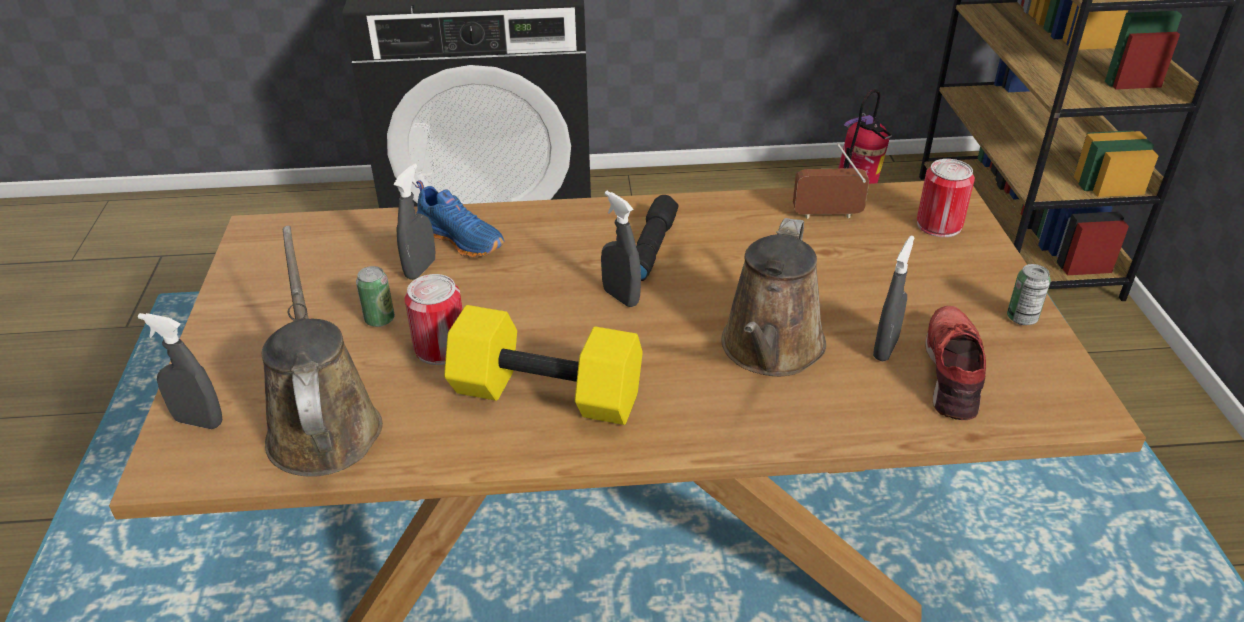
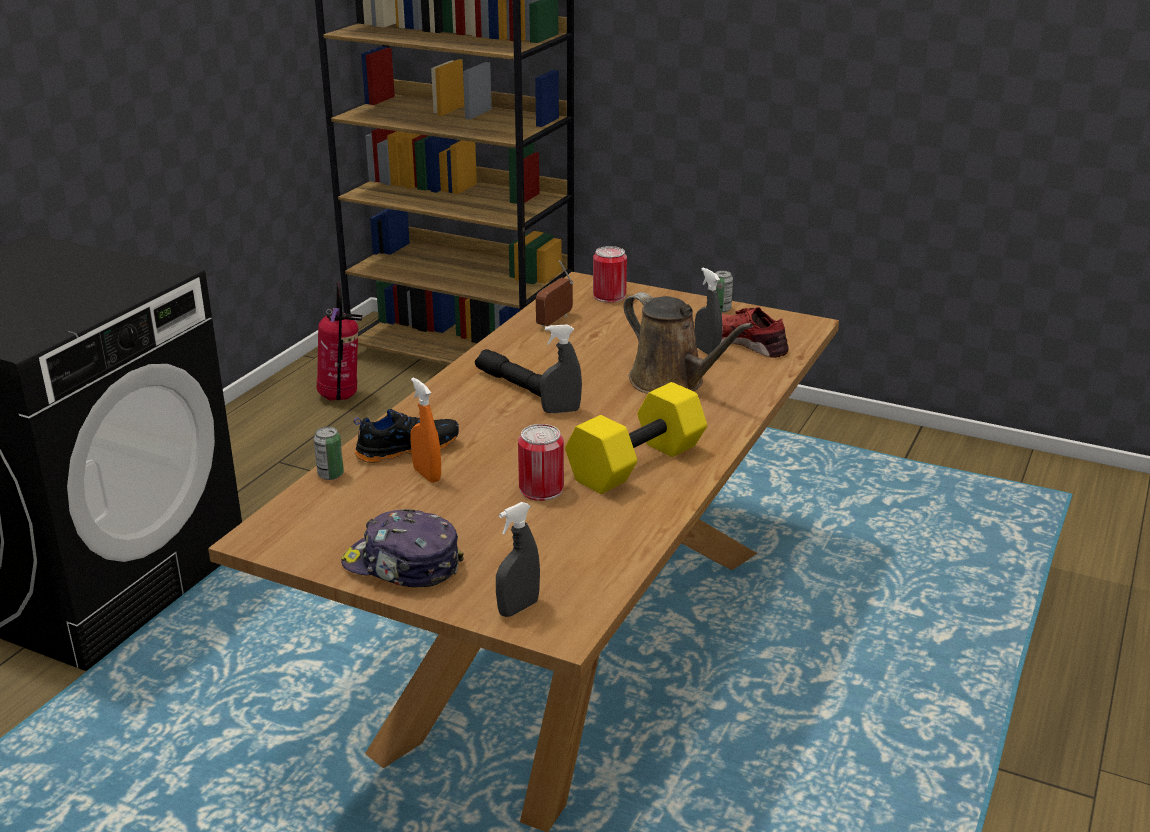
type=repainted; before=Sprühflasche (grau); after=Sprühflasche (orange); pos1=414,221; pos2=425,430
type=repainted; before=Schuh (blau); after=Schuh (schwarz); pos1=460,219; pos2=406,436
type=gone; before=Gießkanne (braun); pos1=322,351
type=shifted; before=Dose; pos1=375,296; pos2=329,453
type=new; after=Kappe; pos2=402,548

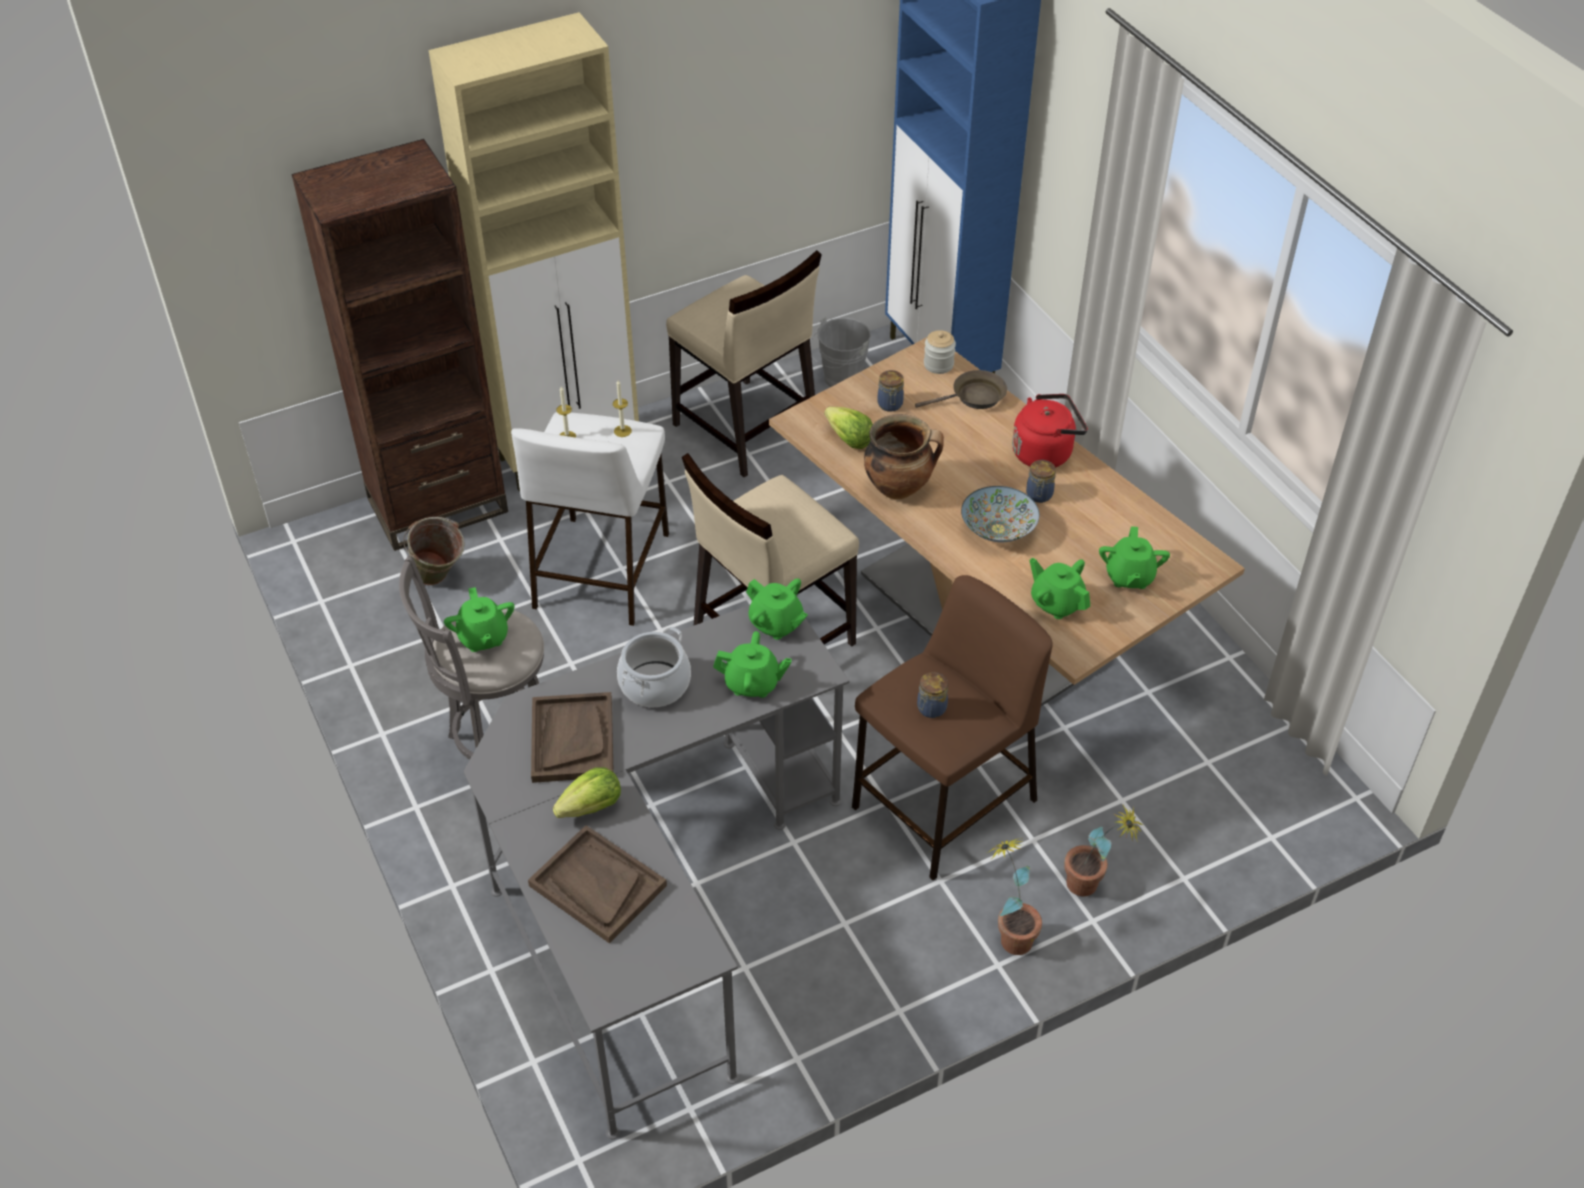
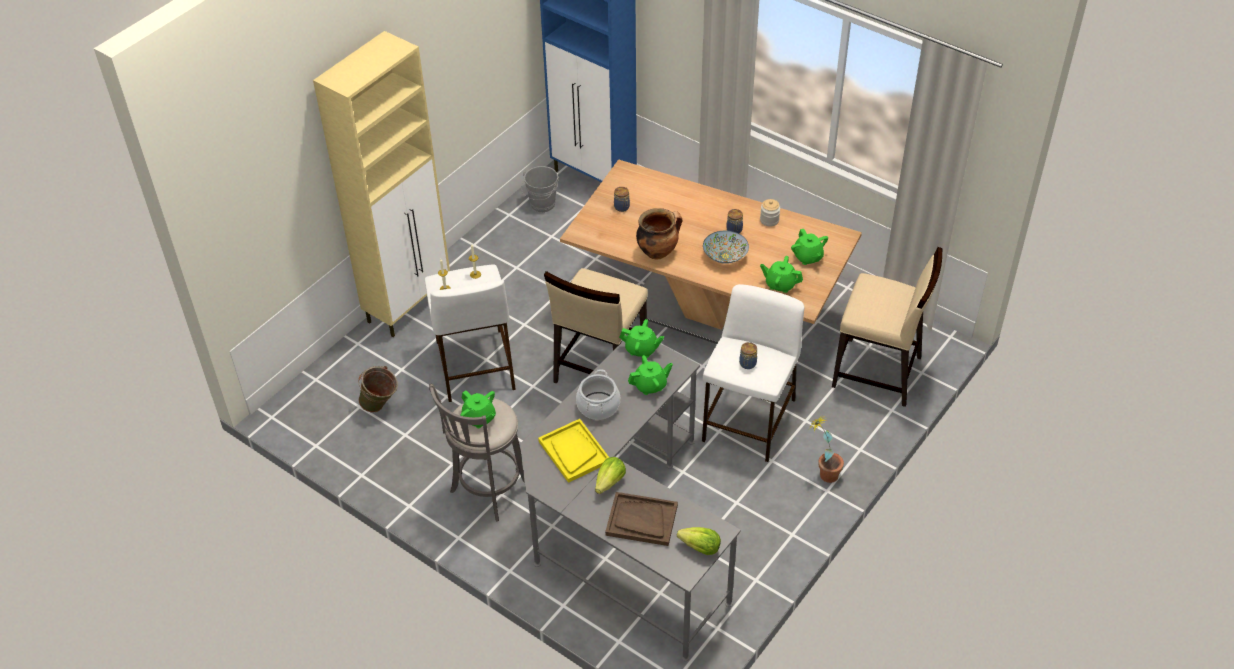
type=gone; before=Bücherregal (braun); pos1=400,345
type=shifted; before=Stuhl (beige); pos1=744,363; pos2=887,327
type=shifted; before=Vorratsglas; pos1=940,352; pos2=770,213
type=gone; before=Pfanne (braun); pos1=961,389
type=gone; before=Wasserkessel (rot); pos1=1050,430
type=shifted; before=Salatkopf; pos1=848,428; pos2=699,541
type=repainted; before=Hocker (braun); after=Hocker (weiß); pos1=952,728; pos2=753,373
type=repainted; before=Tablett (braun); after=Tablett (gelb); pos1=572,737; pos2=573,451
type=gone; before=Topfpflanze; pos1=1103,850

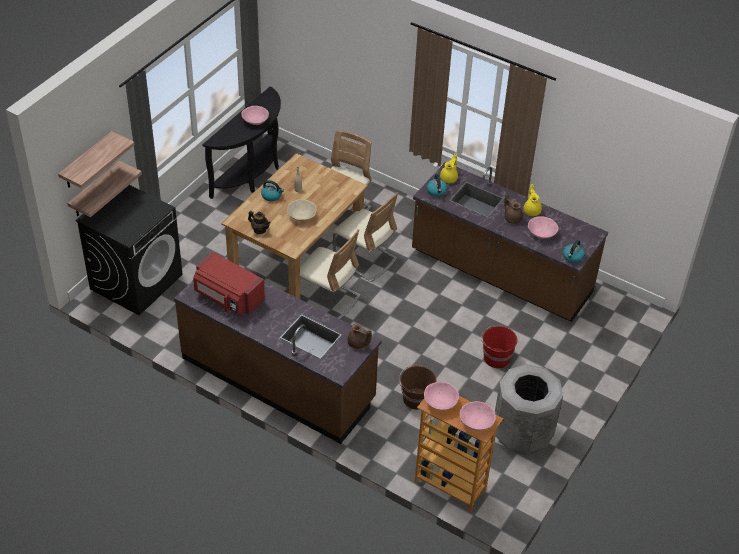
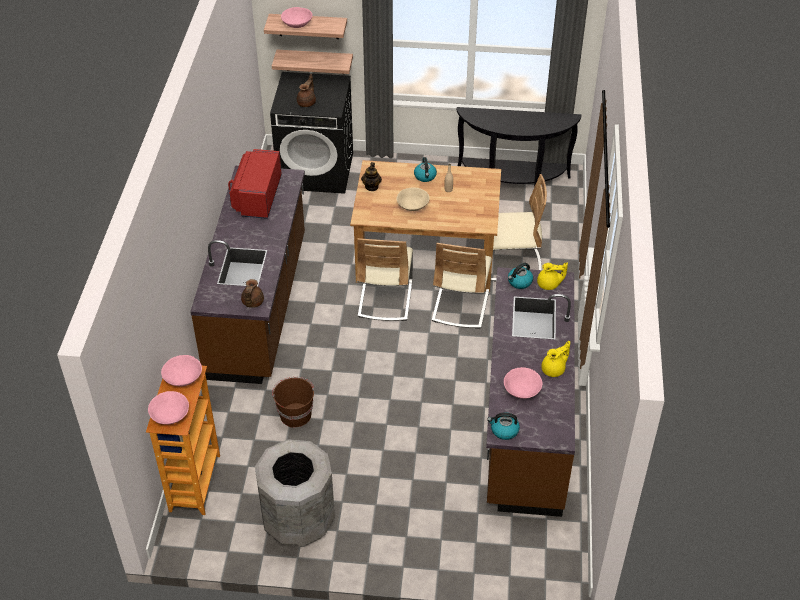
type=shifted; before=Schüssel (rosa); pos1=255,115; pos2=296,17
type=shifted; before=Teekanne (braun); pos1=513,208; pos2=306,90
type=gone; before=Eimer (rot); pos1=499,346

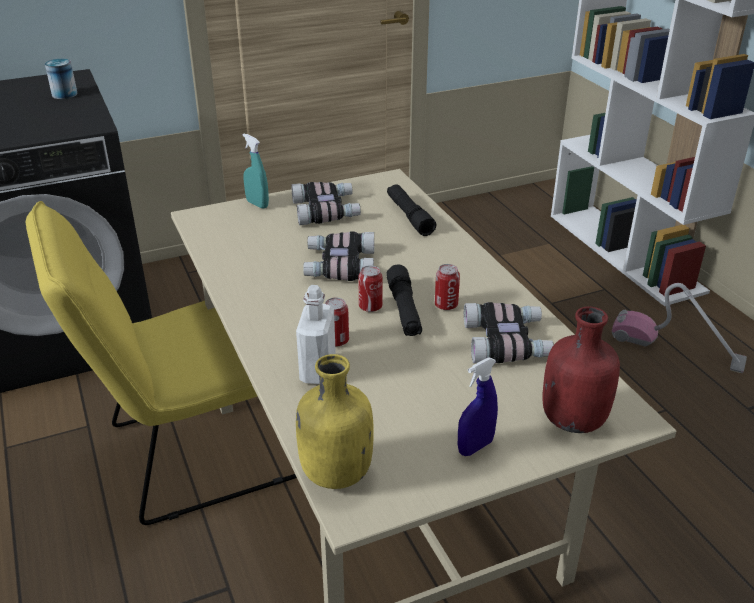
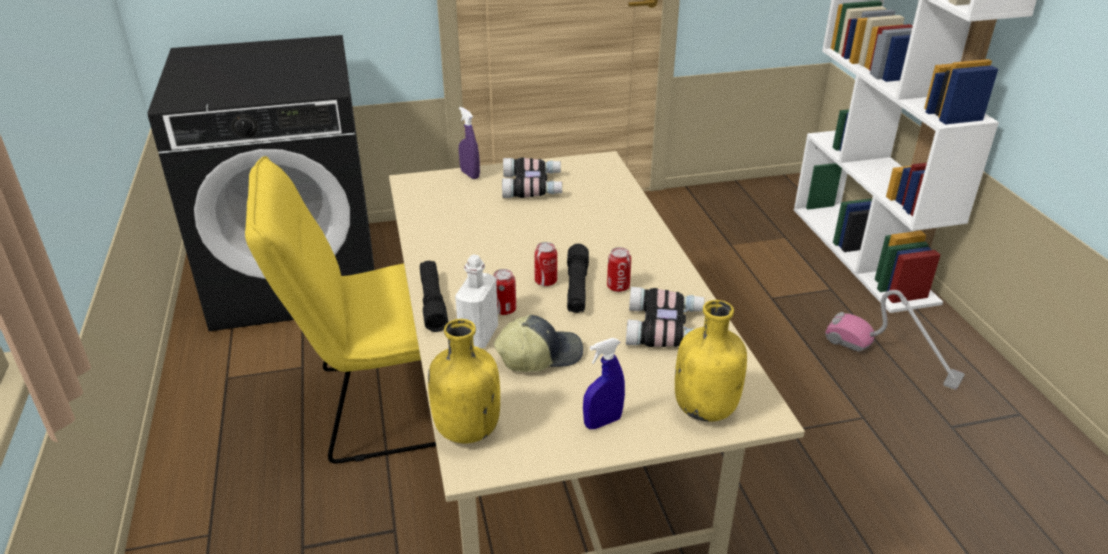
type=gone; before=Dose; pos1=61,79
type=repainted; before=Sprühflasche (türkis); after=Sprühflasche (lila); pos1=256,171; pos2=469,143
type=shifted; before=Taschenlampe (schwarz); pos1=411,210; pos2=434,296
type=gone; before=Fernglas; pos1=338,256
type=repainted; before=Flasche (rot); after=Flasche (gelb); pos1=581,369; pos2=711,361
type=new; after=Kappe; pos2=538,343

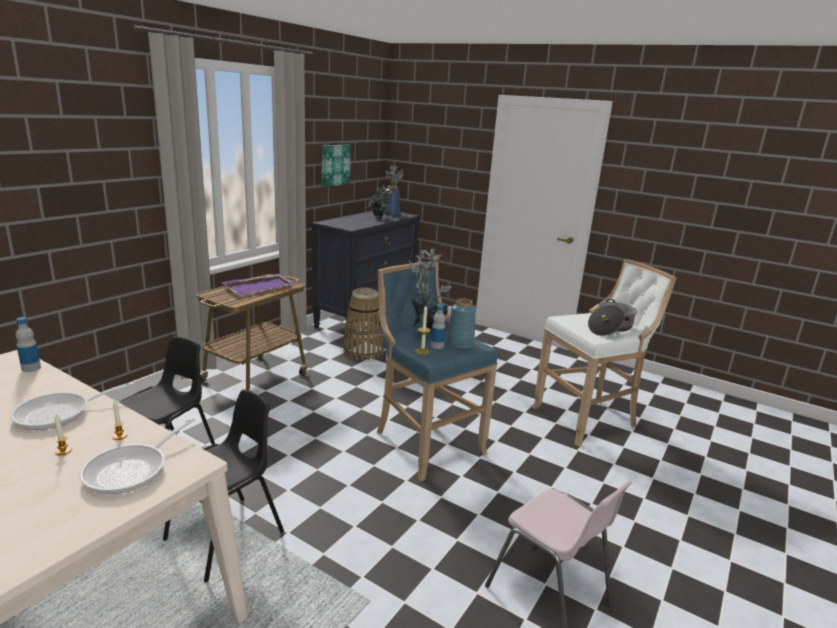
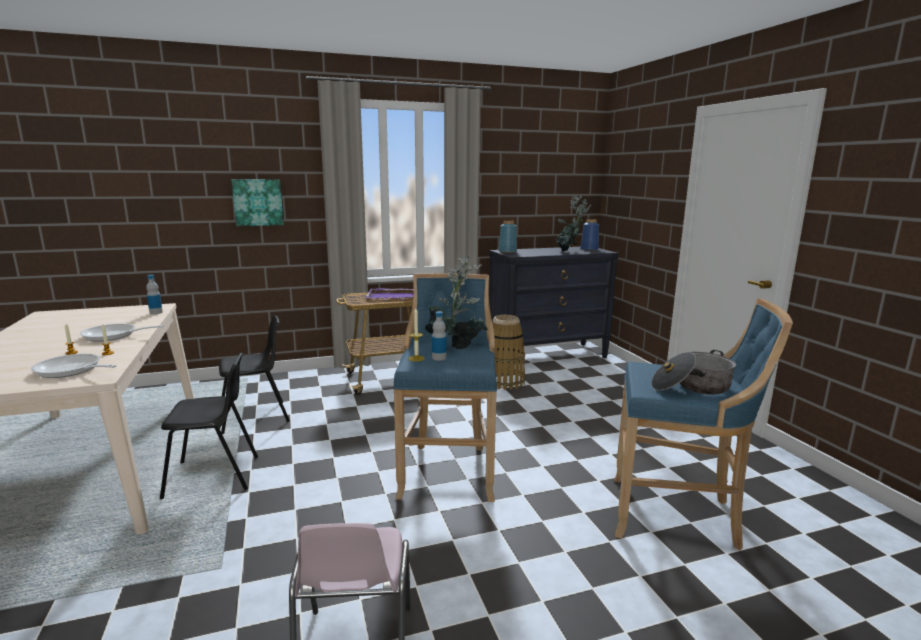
type=shifted; before=Bild; pos1=336,166; pos2=257,202
type=repainted; before=Hocker (weiß); after=Hocker (blau); pos1=604,352; pos2=703,424
type=shifted; before=Vase (blau); pos1=461,323; pos2=508,237
type=rotated; before=Pfanne; pos1=137,456; pos2=74,366; turn=45

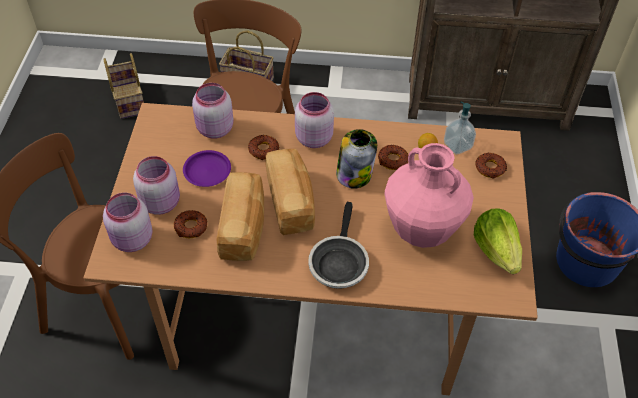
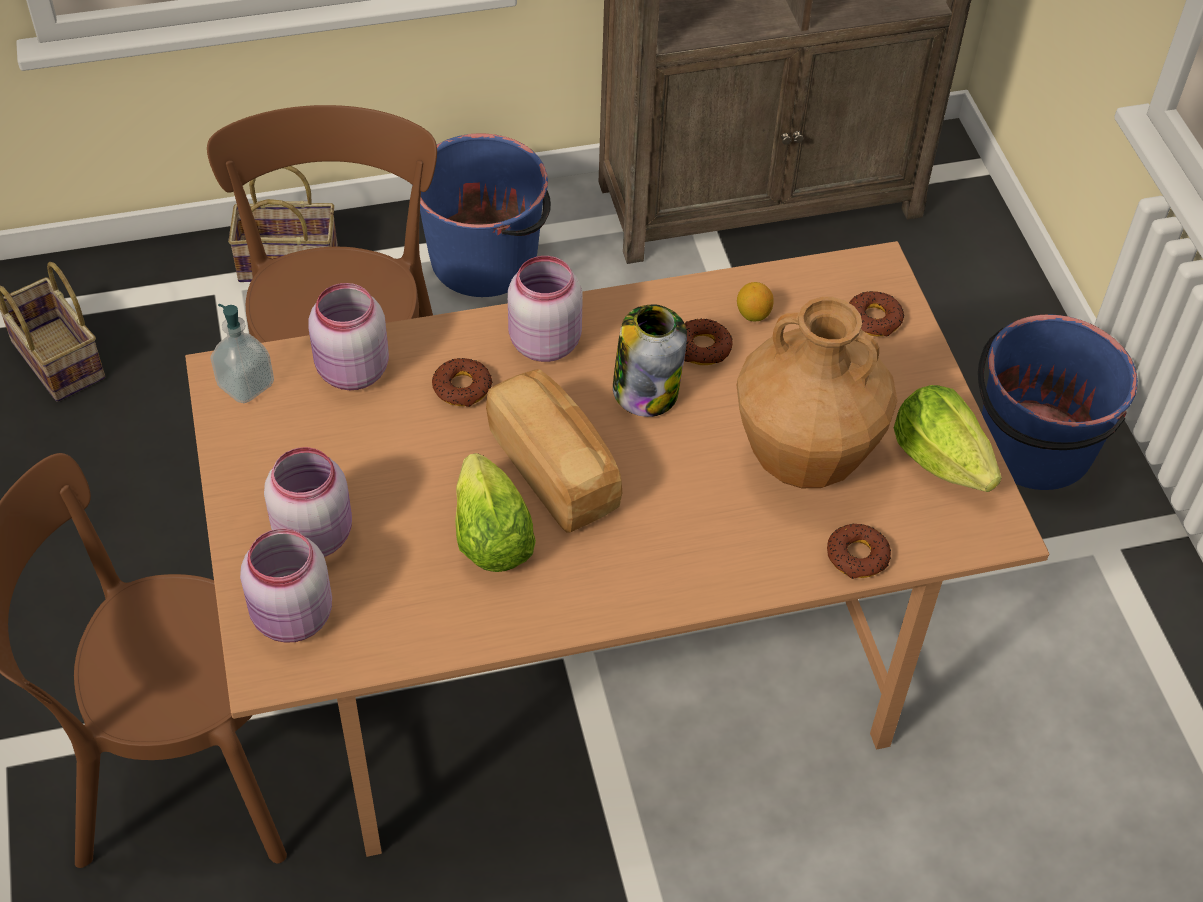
type=shifted; before=Seifenspender; pos1=460,128; pos2=242,353
type=repainted; before=Vase (rosa); after=Vase (braun); pos1=429,195; pos2=817,392
type=gone; before=Teller (lila); pos1=207,168
type=swapped; before=Brot; after=Salatkopf; pos1=240,216; pos2=495,512
type=gone; before=Pfanne; pos1=338,245
type=shifted; before=Donut; pos1=190,224; pos2=859,551
type=new; after=Eimer (blau); pos2=485,215

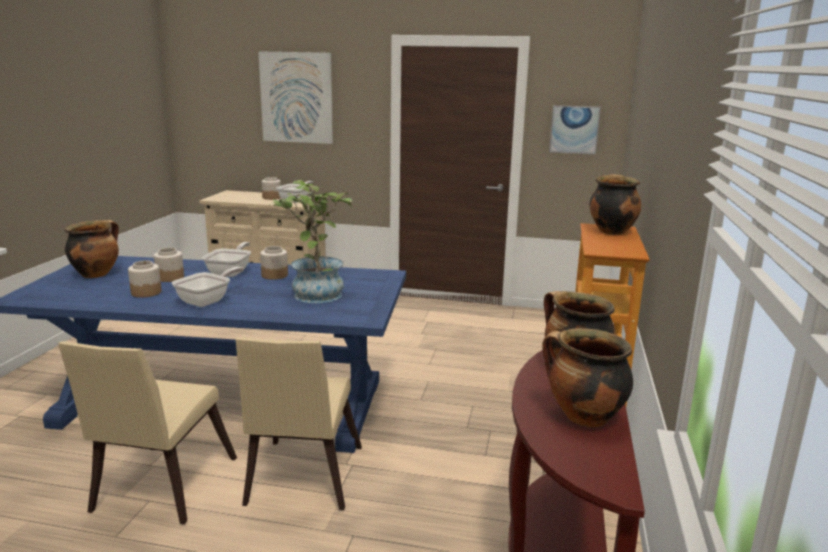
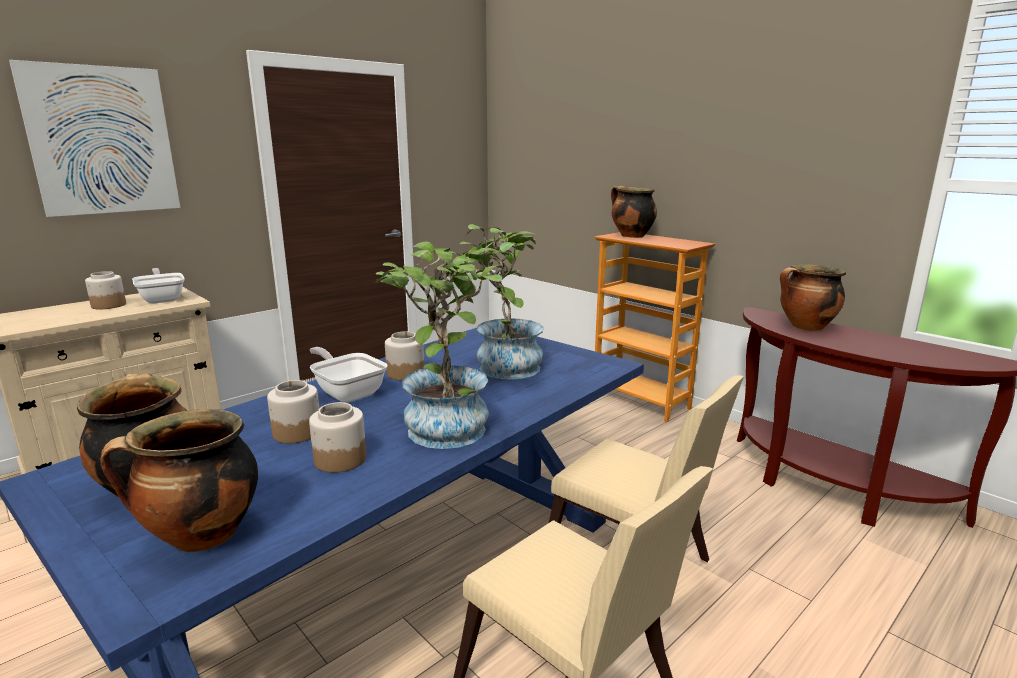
type=gone; before=Bild; pos1=575,130
type=swapped; before=Pfanne; after=Topfpflanze; pos1=208,287; pos2=440,345
type=shifted; before=Kochtopf; pos1=587,377; pos2=179,480

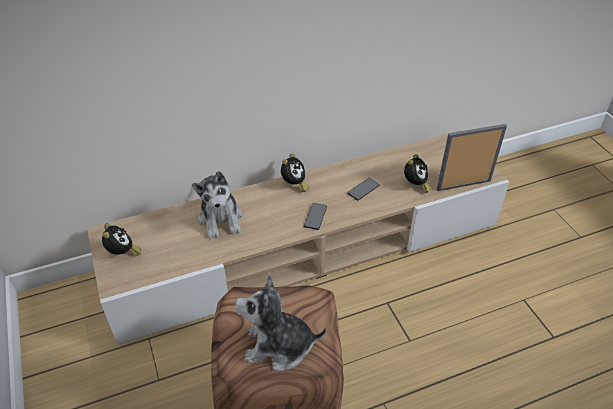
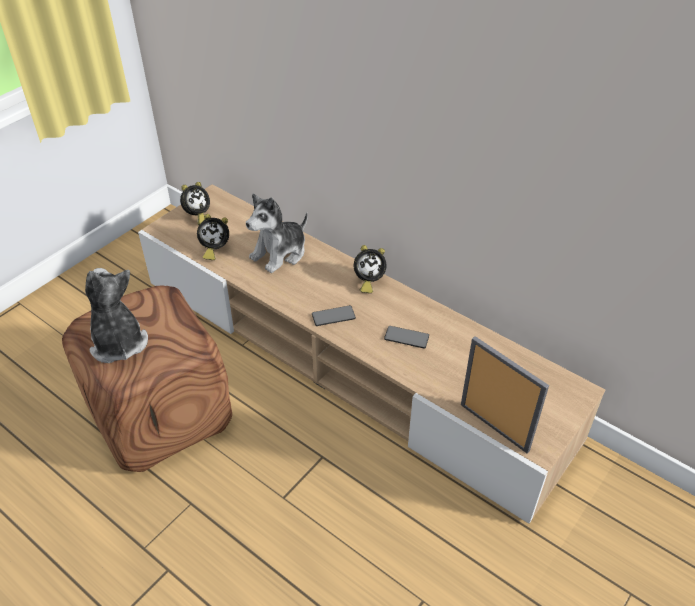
type=shifted; before=Wecker; pos1=417,173; pos2=213,237

